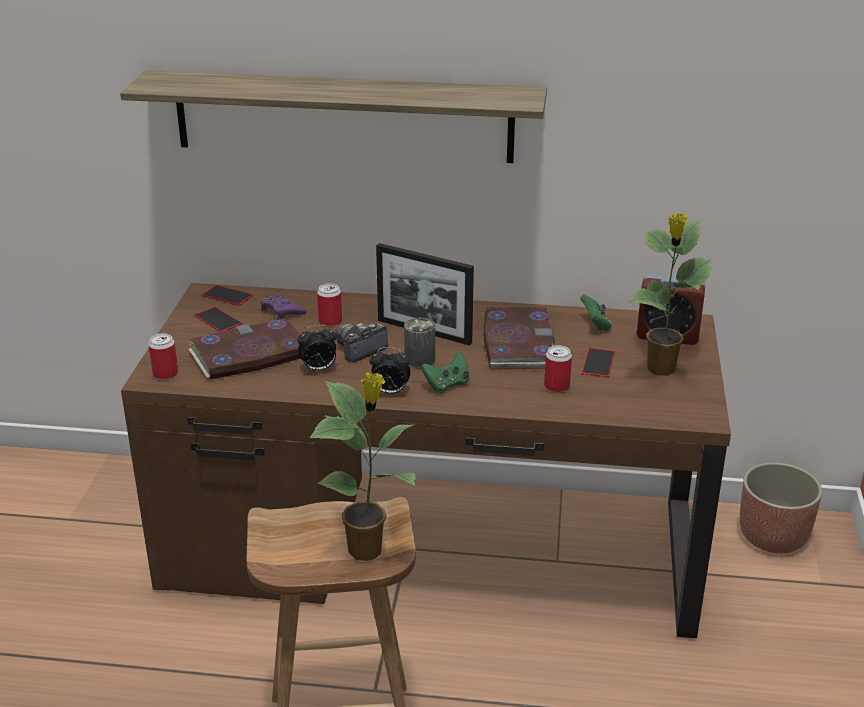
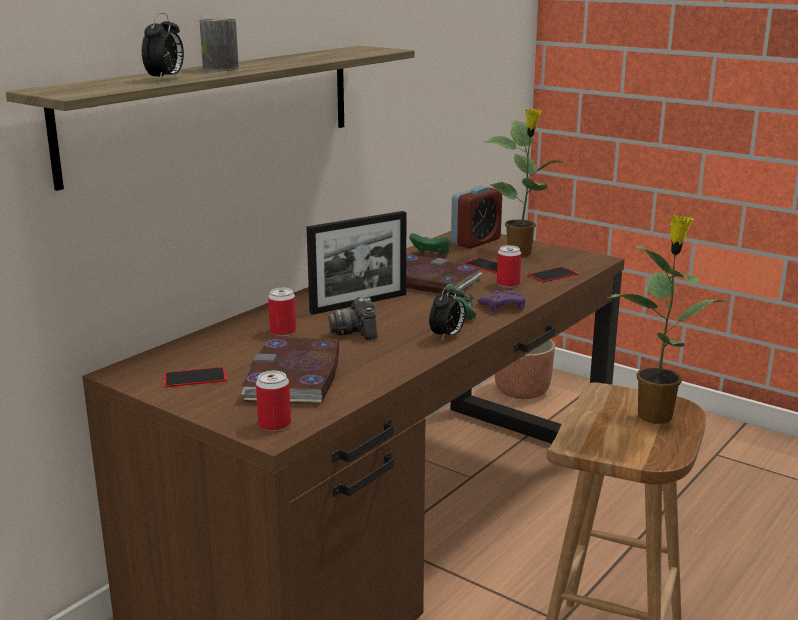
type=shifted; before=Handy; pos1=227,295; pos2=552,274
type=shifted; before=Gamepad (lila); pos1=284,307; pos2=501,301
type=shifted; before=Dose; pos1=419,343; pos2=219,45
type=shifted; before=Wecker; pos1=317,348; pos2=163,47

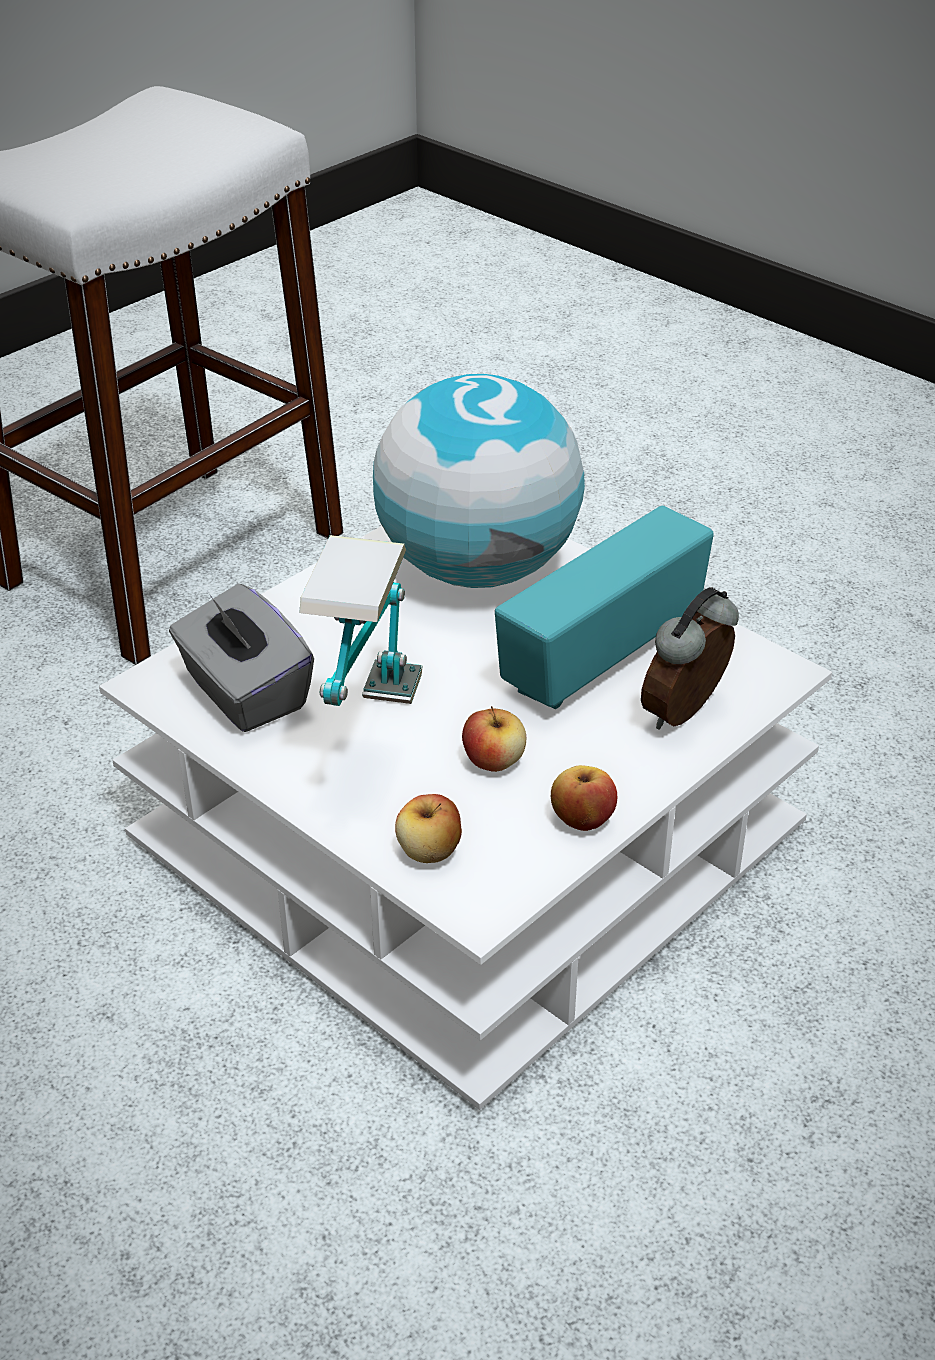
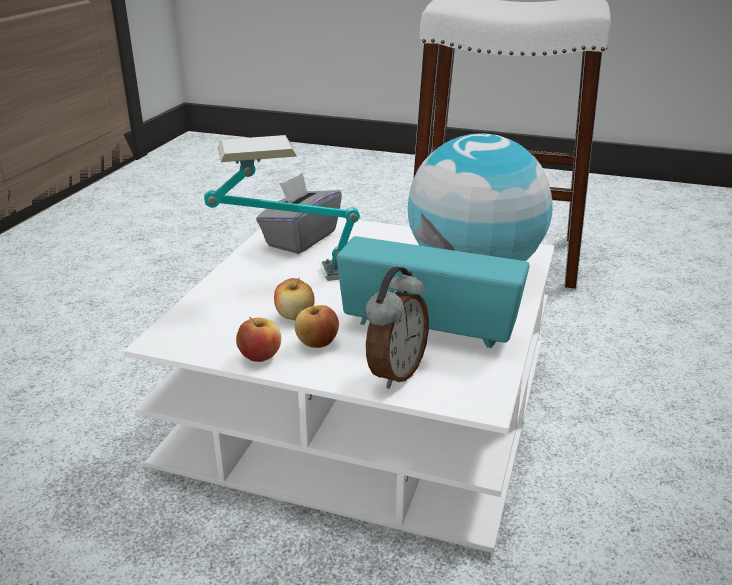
type=rotated; before=Wecker; pos1=690,658; pos2=397,327; turn=105
type=shifted; before=Apfel; pos1=428,828; pos2=317,326

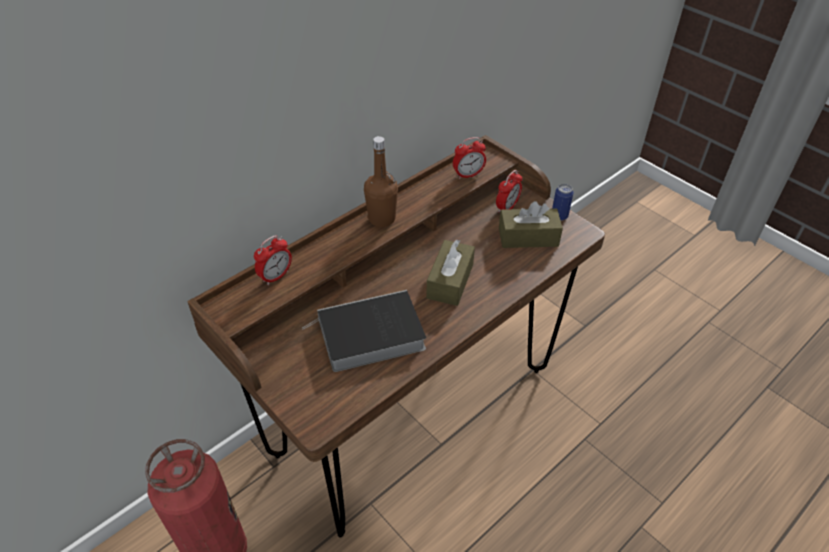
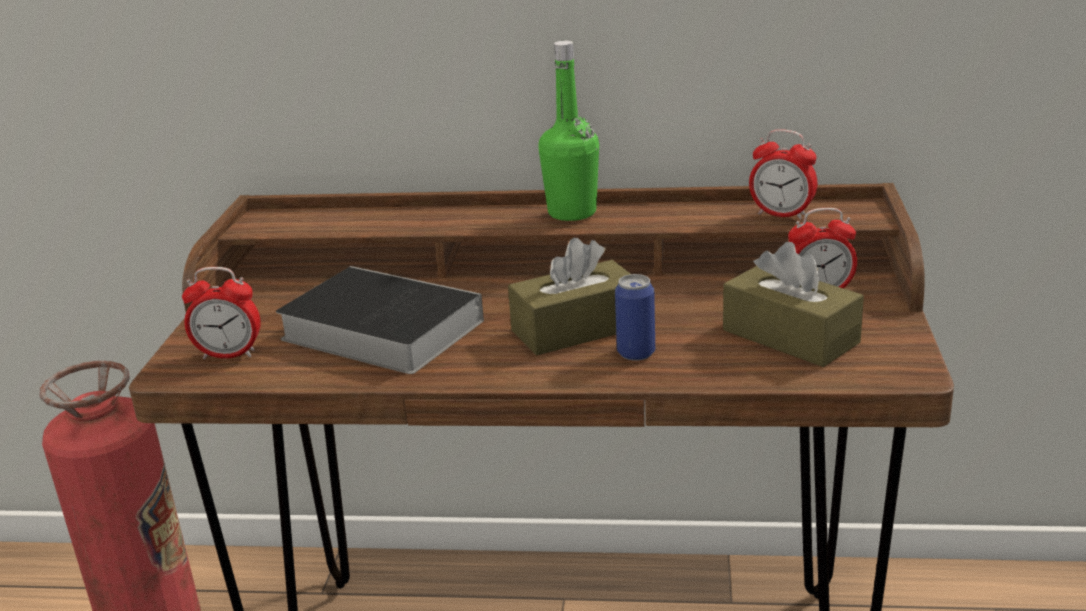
type=repainted; before=Flasche (braun); after=Flasche (grün); pos1=381,181; pos2=568,131
type=shifted; before=Dose; pos1=562,202; pos2=635,317
type=shifted; before=Wecker; pos1=273,260; pos2=221,313

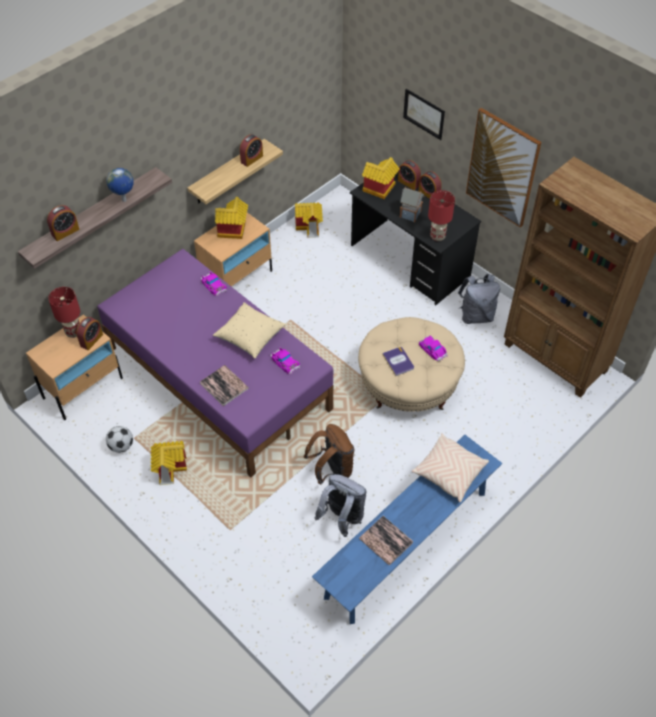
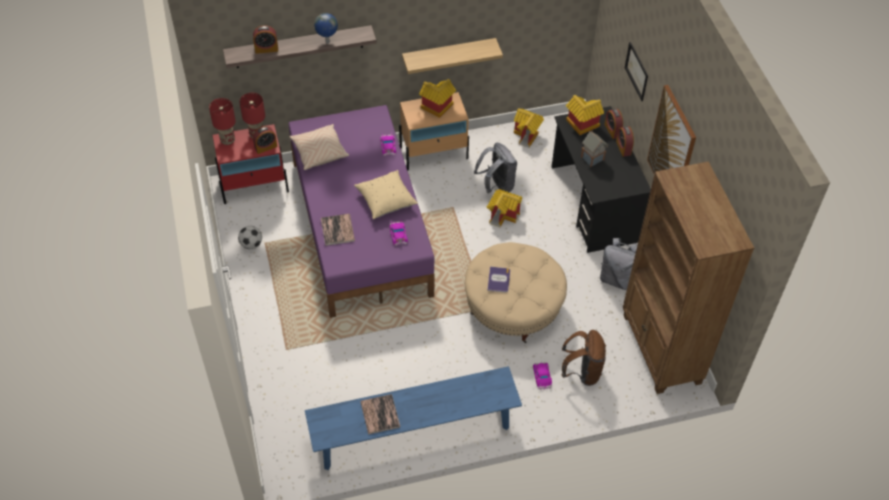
type=gone; before=Wecker; pos1=251,150
type=shifted; before=Tischlampe (rot); pos1=441,215; pos2=222,121
type=repainted; before=Nachttisch (beige); after=Nachttisch (rot); pos1=74,367; pos2=251,164
type=shifted; before=Spielzeugauto; pos1=433,348; pos2=542,376
type=shifted; before=Rucksack (braun); pos1=329,454; pos2=584,358
type=shifted; before=Kissen (beige); pos1=450,467; pos2=319,147
type=shifted; before=Spielzeughaus; pos1=169,463; pos2=504,208
type=shifted; before=Rucksack (grau); pos1=340,505; pos2=495,168

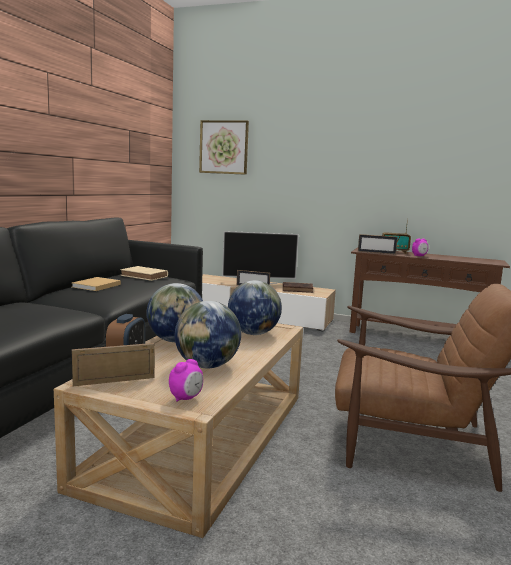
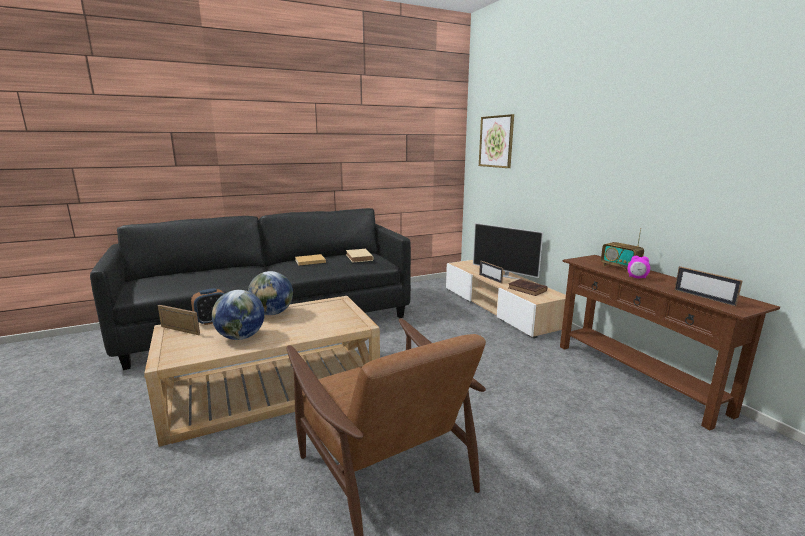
type=shifted; before=Bilderrahmen; pos1=378,244; pos2=708,286
type=gone; before=Globus; pos1=255,307
type=gone; before=Wecker; pos1=186,380

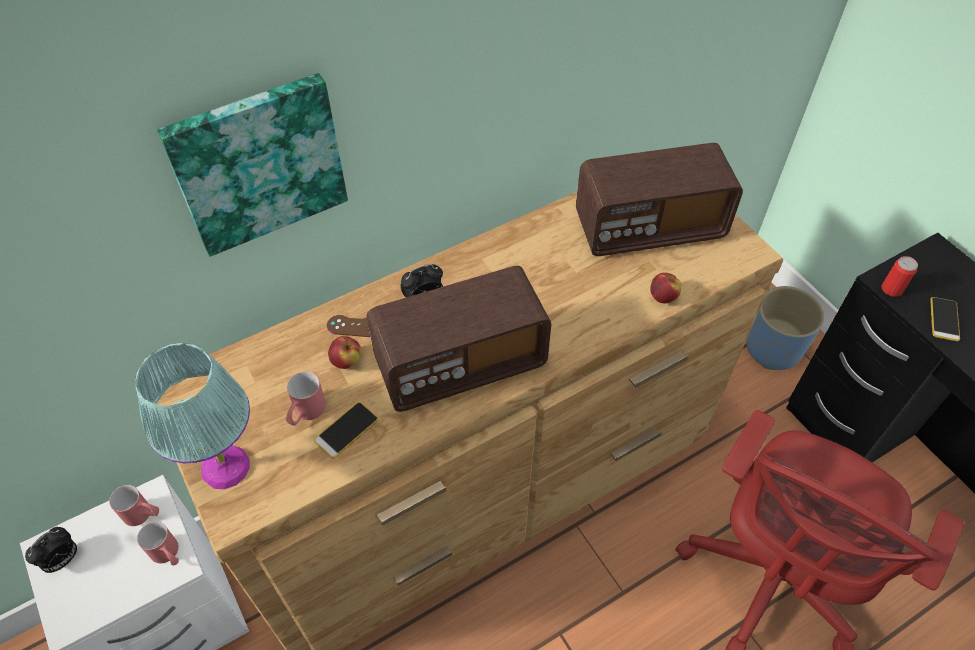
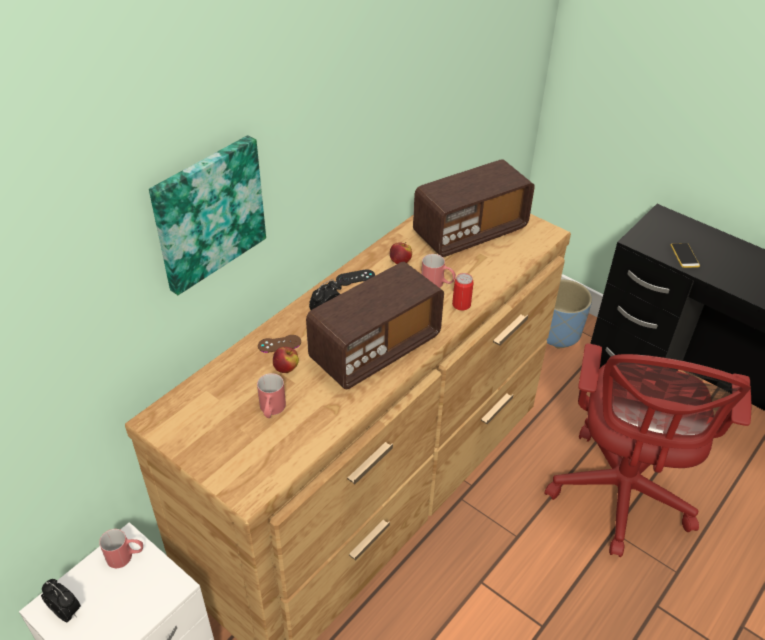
type=shifted; before=Dose; pos1=900,276; pos2=463,292
type=shifted; before=Apfel; pos1=665,288; pos2=401,253
type=gone; before=Tischlampe (türkis); pos1=192,416
type=gone; before=Handy; pos1=346,430
type=shifted; before=Henkelbecher (rot); pos1=158,543; pos2=438,271
type=rotated; before=Wecker; pos1=51,550; pos2=61,601; turn=-75
type=new; after=Gamepad (schwarz); pos2=355,277

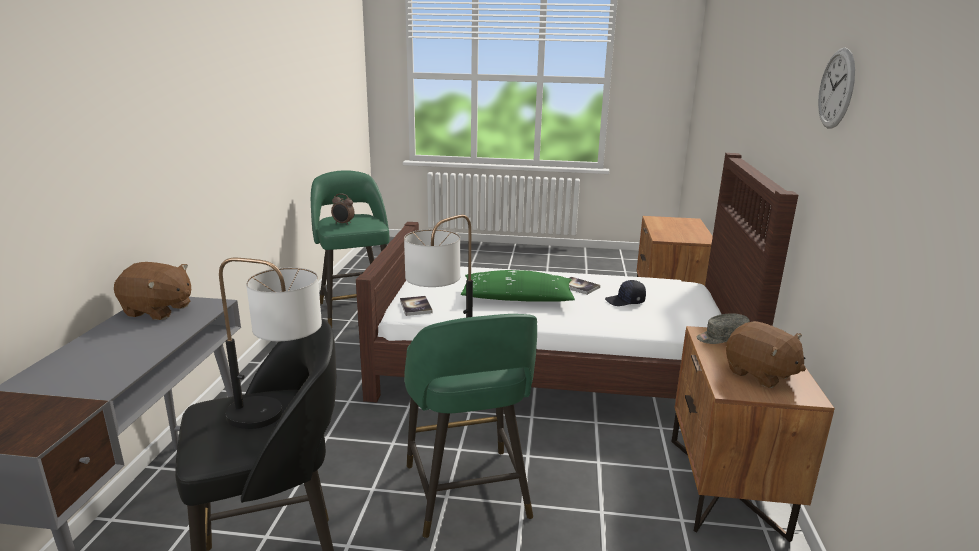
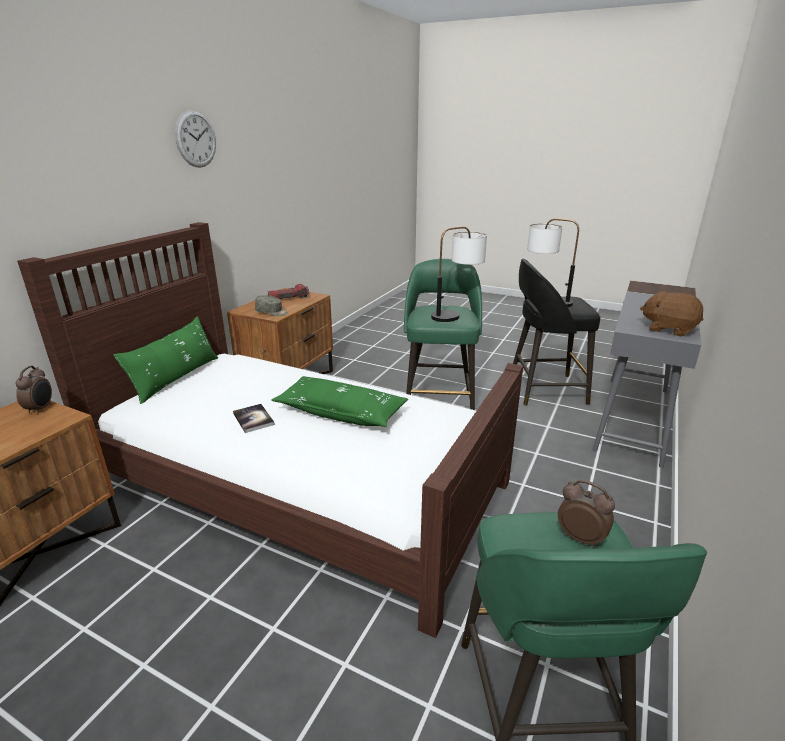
type=gone; before=Kappe (schwarz); pos1=625,293
type=gone; before=Buch; pos1=416,306
type=swapped; before=Plüschtier (braun); after=Taschenlampe; pos1=766,354; pos2=288,291
type=new; after=Kissen (grün); pos2=165,360
type=new; after=Wecker; pos2=33,390

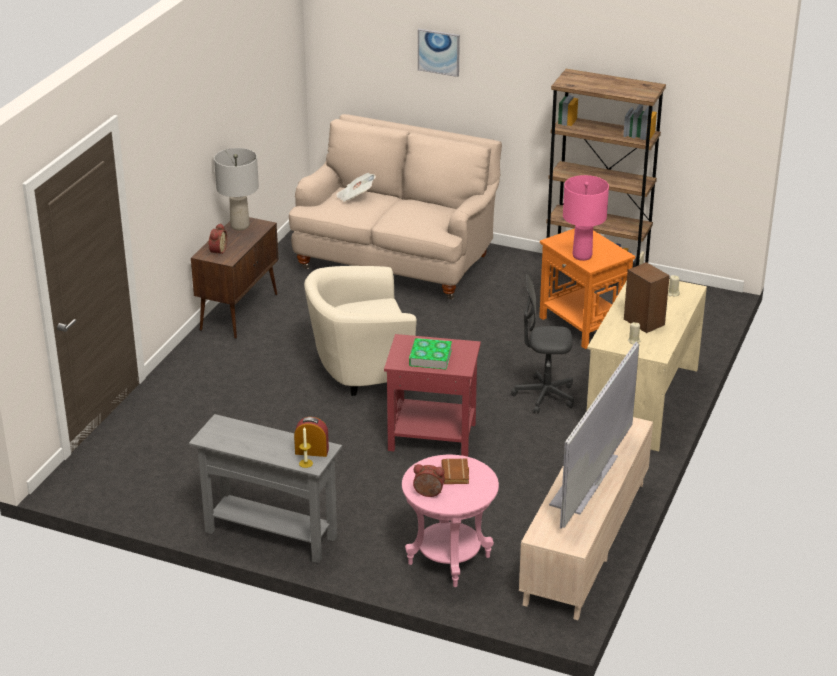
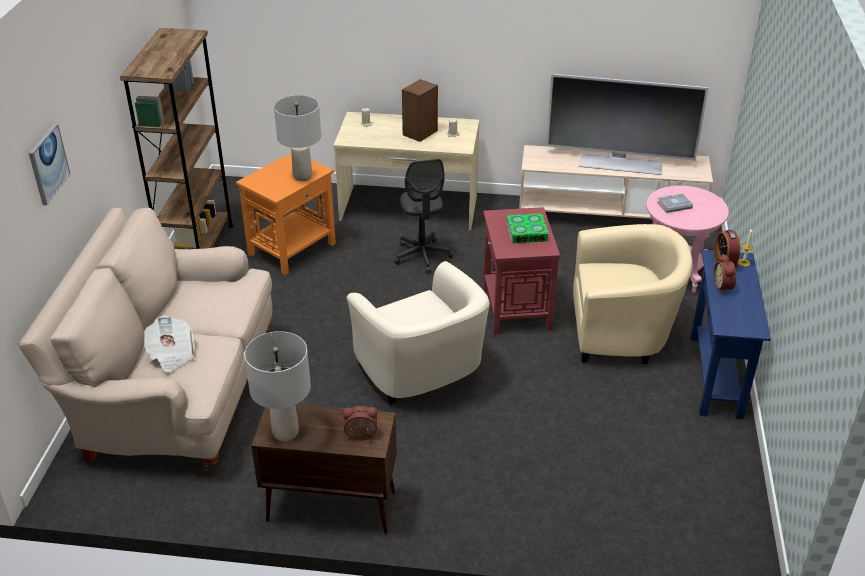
type=repainted; before=Tischlampe (rosa); after=Tischlampe (grau); pos1=586,218; pos2=297,138
type=repainted; before=Konsolentisch (grau); after=Konsolentisch (blau); pos1=265,488; pos2=731,334
type=repainted; before=Buch (braun); after=Buch (grau); pos1=455,471; pos2=675,203
type=shifted; before=Wecker; pos1=429,480; pos2=725,274
type=new; after=Sessel (beige); pos2=633,294

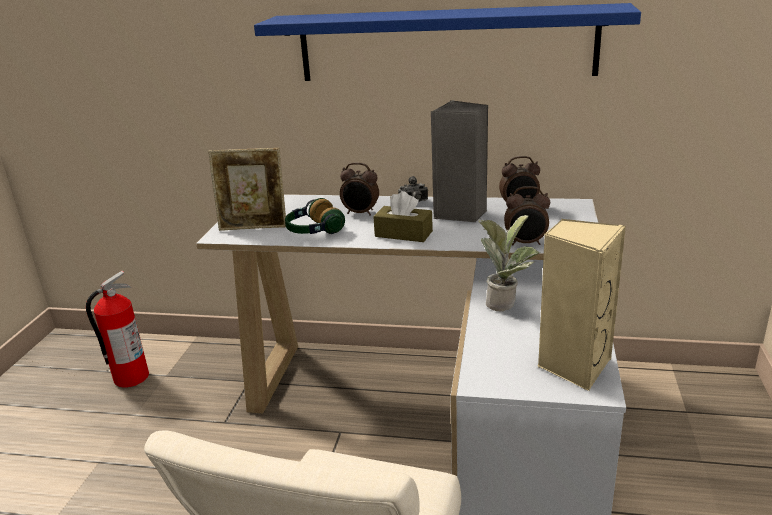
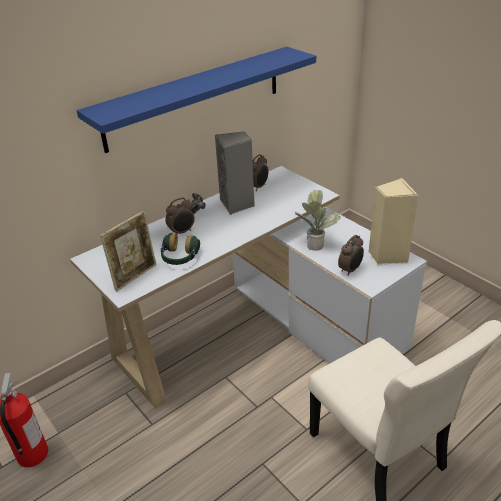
type=shifted; before=Wecker; pos1=527,215; pos2=351,255
type=gone; before=Taschentuchbox (braun); pos1=403,216

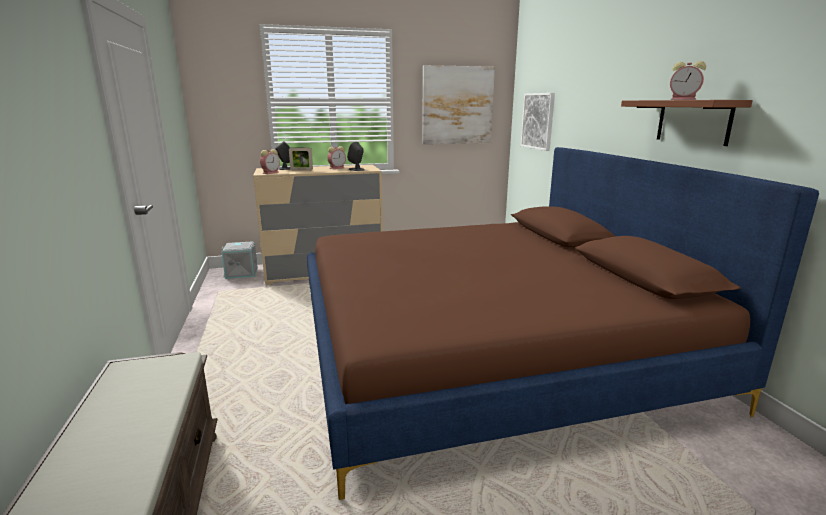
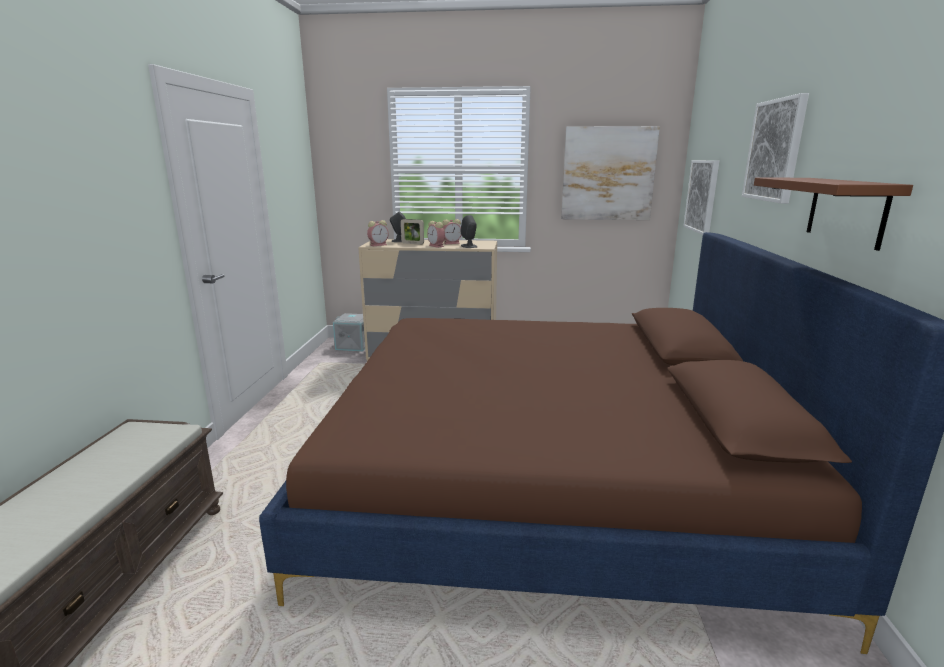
type=shifted; before=Wecker; pos1=688,80; pos2=436,234
type=new; after=Bild; pos2=775,148

